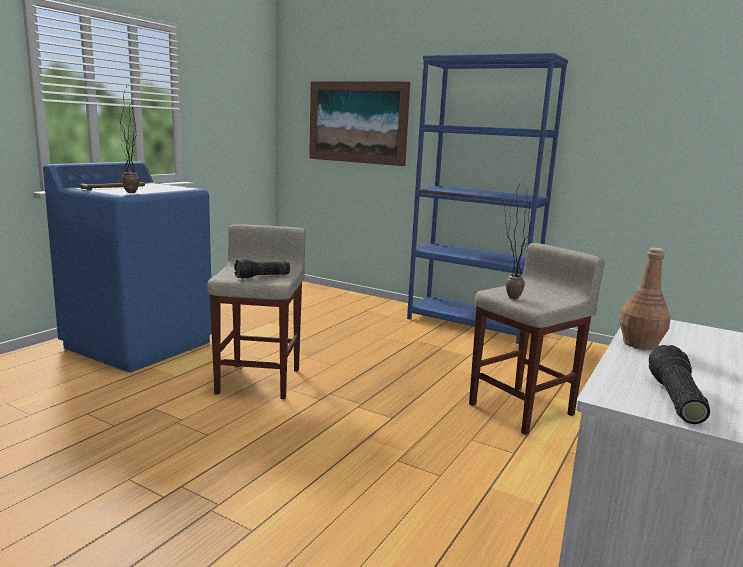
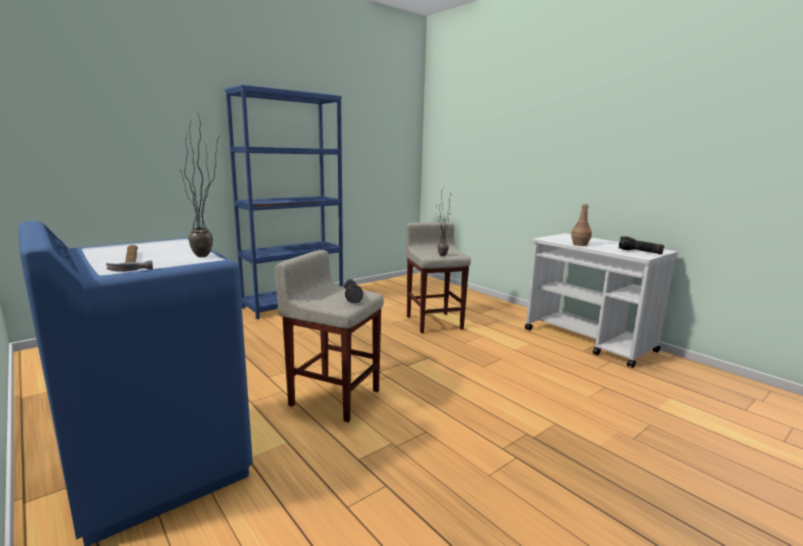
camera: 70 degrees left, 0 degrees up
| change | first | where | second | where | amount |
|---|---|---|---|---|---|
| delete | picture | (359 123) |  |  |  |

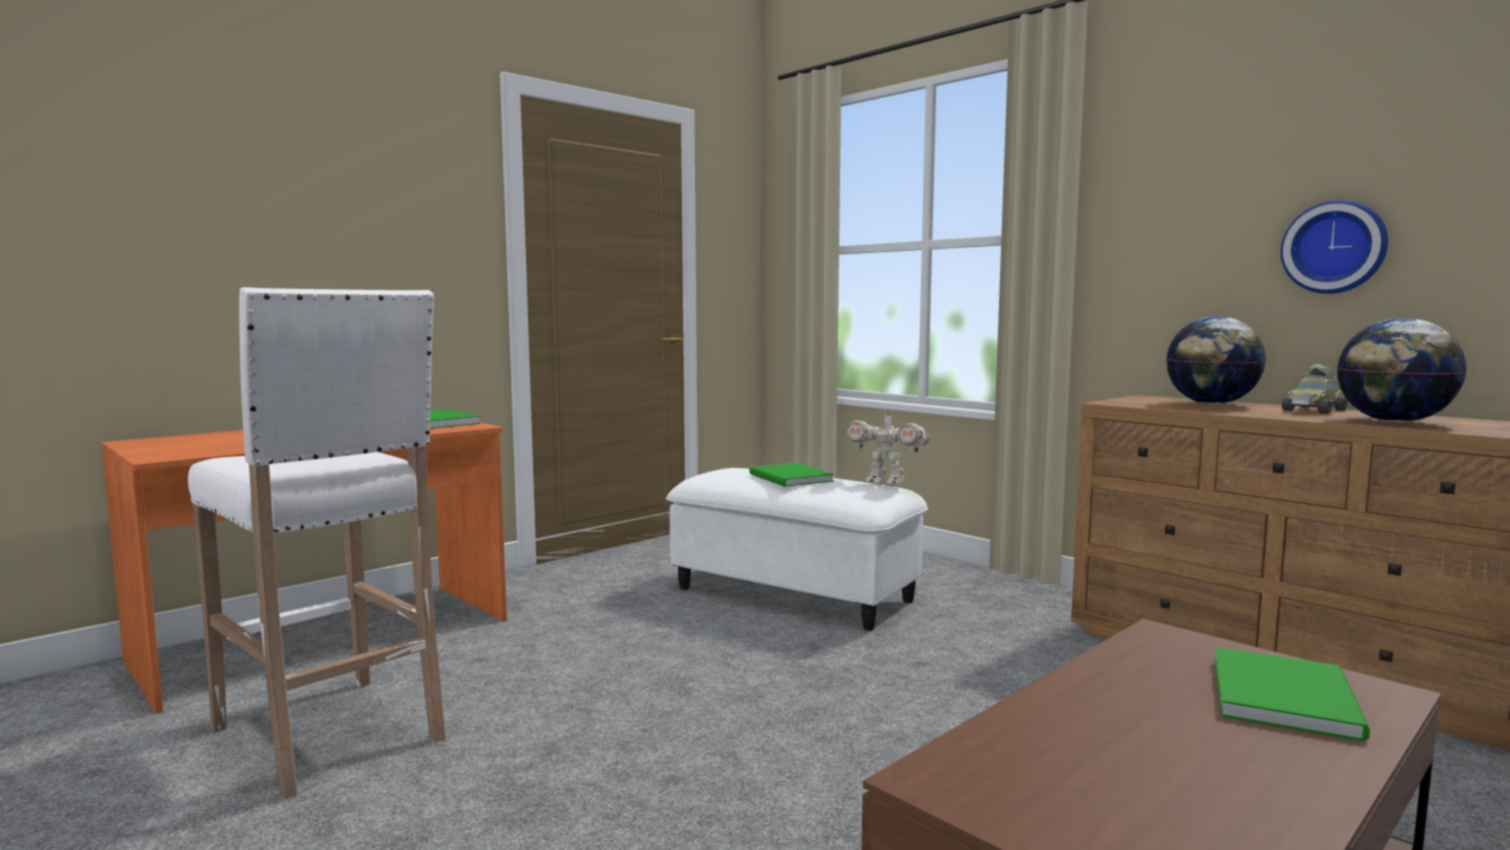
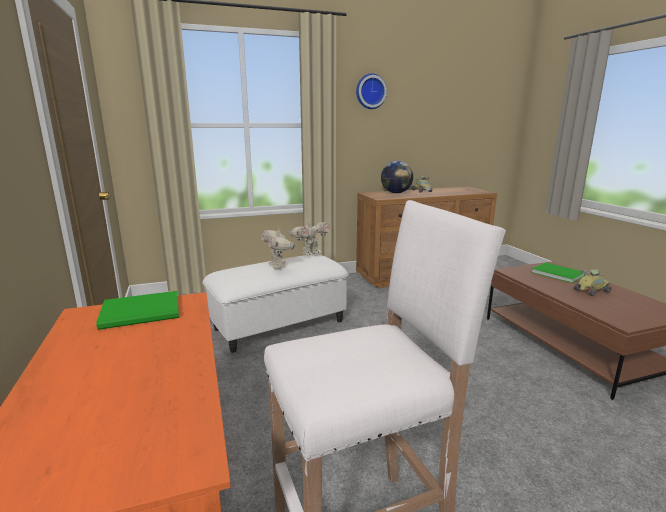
camera: 65 degrees left, 10 degrees up
| change | first | where | second | where | amount |
|---|---|---|---|---|---|
| replace | book (green) | (791 475) | toy robot | (278 248) |  |
| move | wall clock | (1334 247) |  | (371 91) |  |
| insert |  |  | toy car | (593 282) |  |
| delete | globe | (1402 370) |  |  |  |

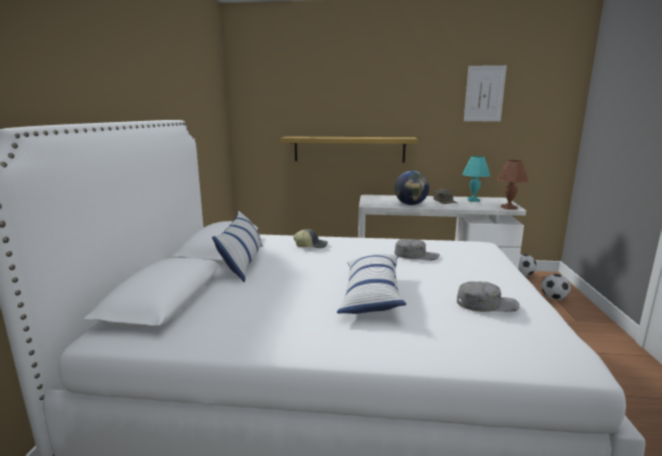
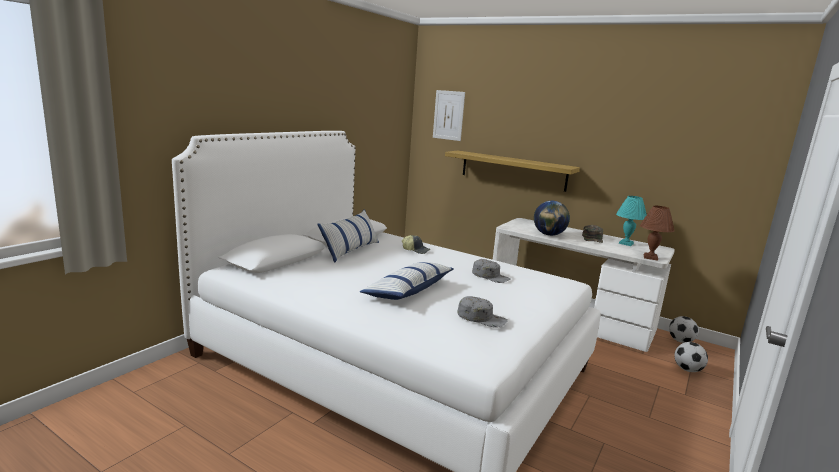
camera: 25 degrees right, 0 degrees up
| change | first | where | second | where | amount |
|---|---|---|---|---|---|
| move | picture | (485 93) |  | (449 115) |  |

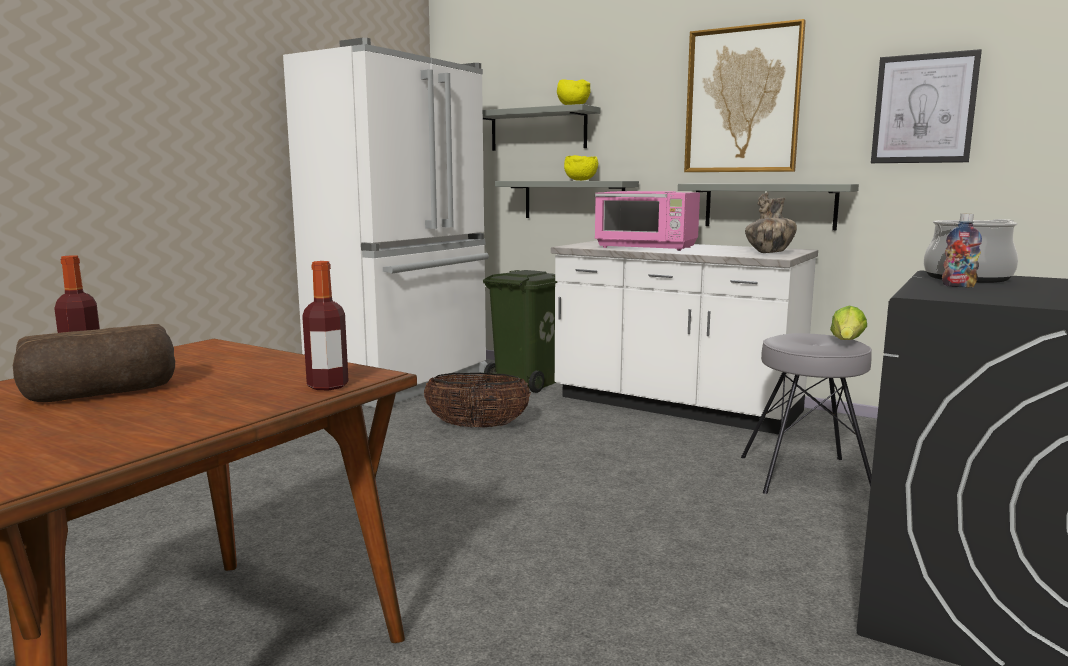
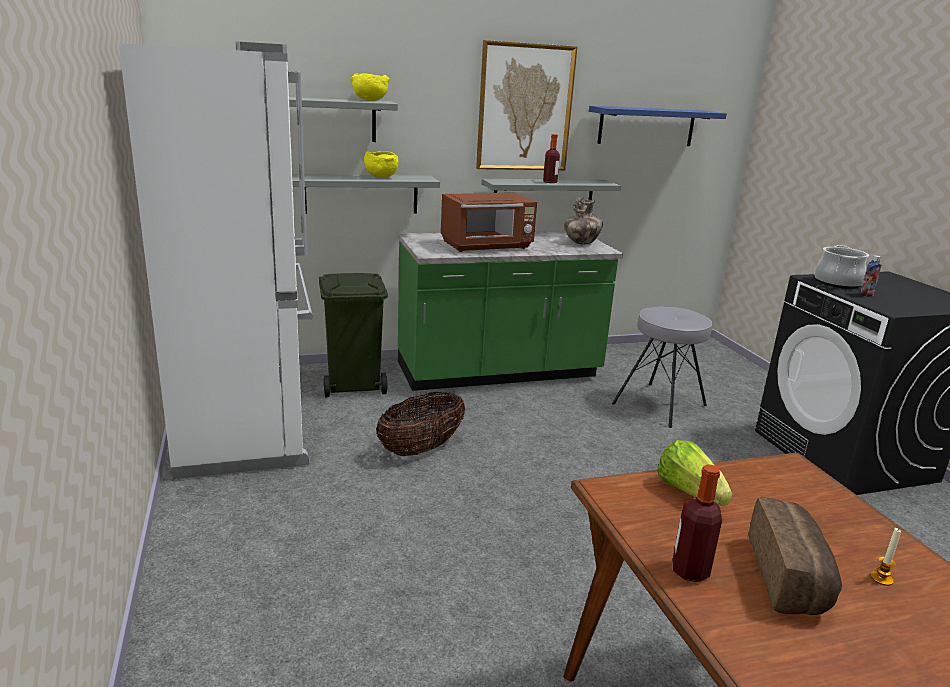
camera: 50 degrees left, 10 degrees up
| change | first | where | second | where | amount |
|---|---|---|---|---|---|
| recolor | counter (white) | (684 337) | counter (green) | (510 311) |  |
| recolor | microwave (pink) | (647 221) | microwave (brown) | (489 222) |  |
| move | bottle | (325 325) |  | (551 158) |  |
| replace | picture | (926 106) | shelf (blue) | (658 126) |  |
| move | lettuce | (848 323) |  | (695 473) |  |
| insert |  |  | candle | (885 557) |  |

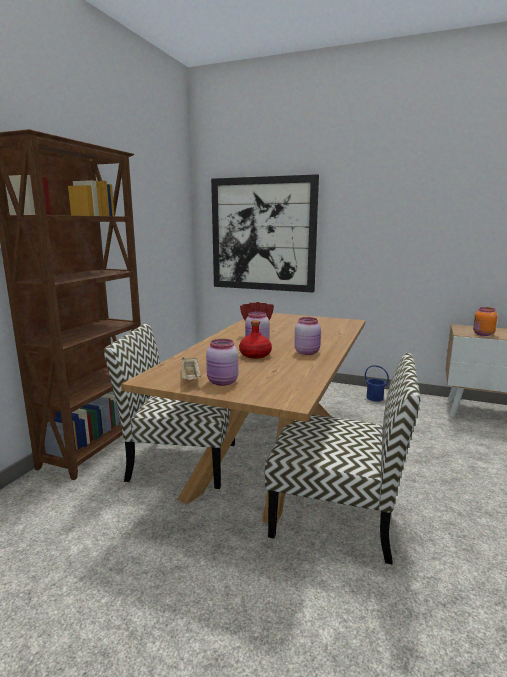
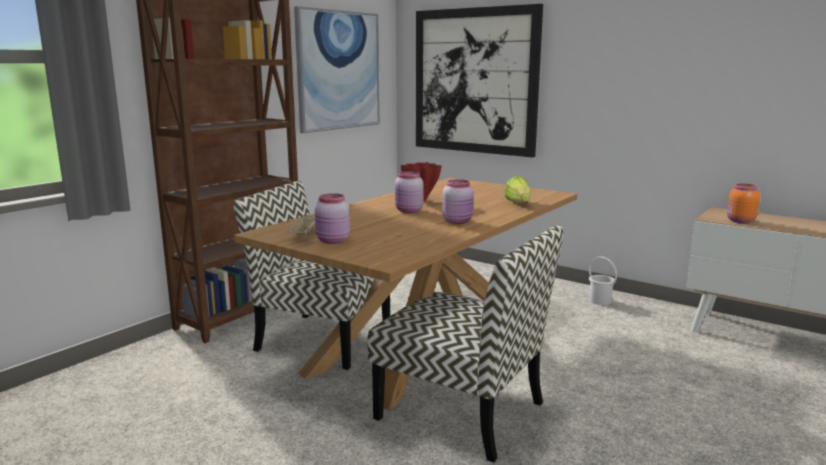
camera: 15 degrees right, 0 degrees up
| change | first | where | second | where | amount |
|---|---|---|---|---|---|
| insert |  |  | picture | (337 69) |  |
| insert |  |  | lettuce | (517 189) |  |
| recolor | bucket (blue) | (377 383) | bucket (white) | (603 280) |  |
| delete | bottle (red) | (255 339) |  |  |  |

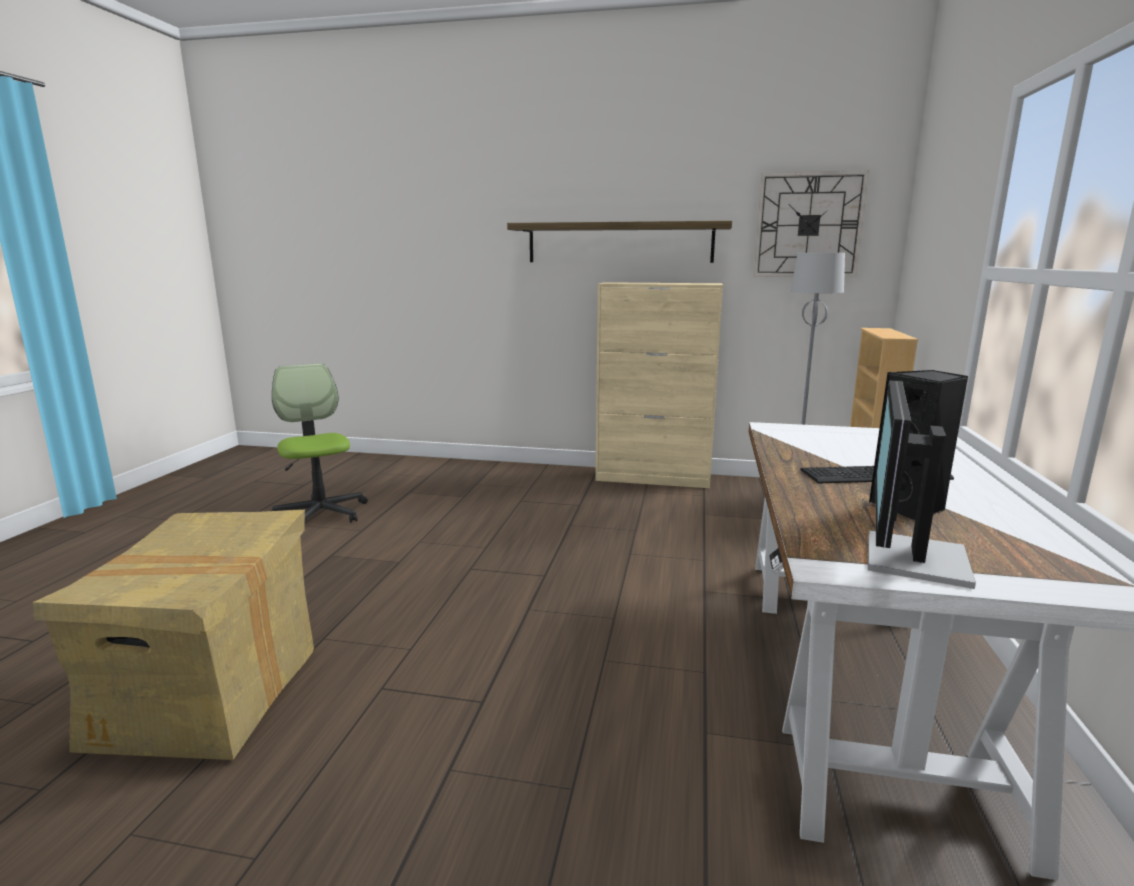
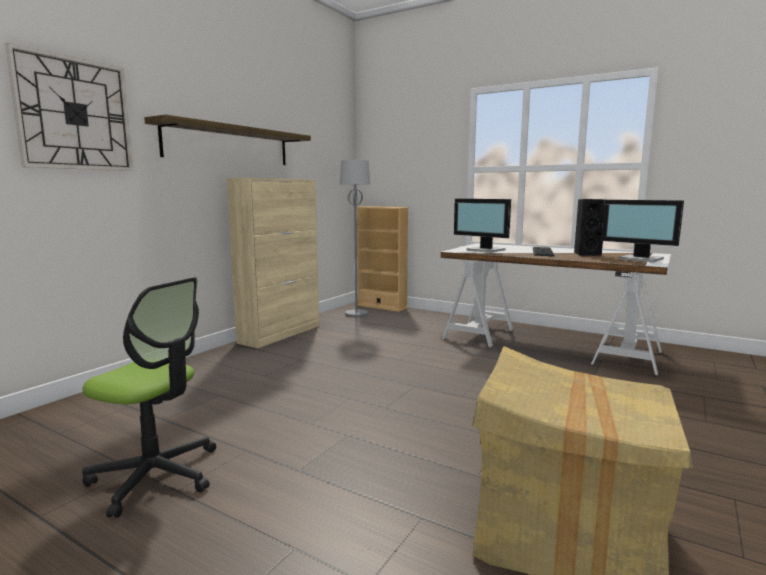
camera: 70 degrees left, 5 degrees down
| change | first | where | second | where | amount |
|---|---|---|---|---|---|
| move | wall clock | (811 223) |  | (69 107) |  |
| rotate | office chair | (319 442) |  | (149 397) | 150 degrees counterclockwise |
| insert |  |  | monitor | (482 226) |  |

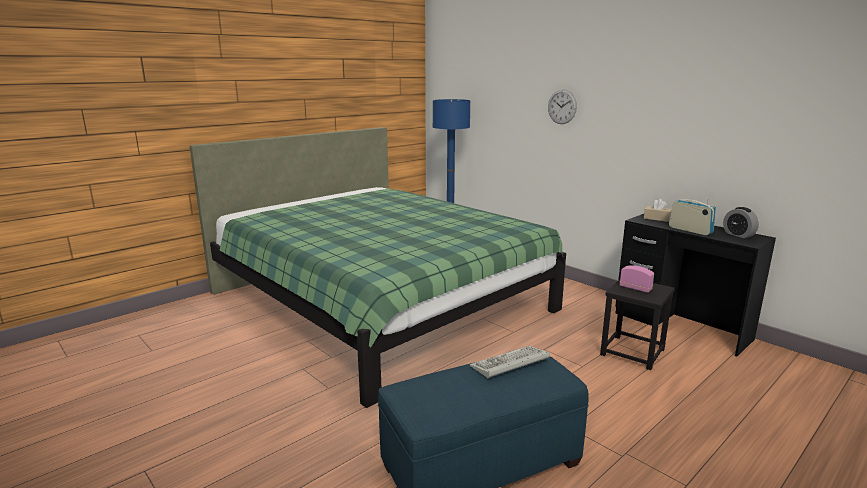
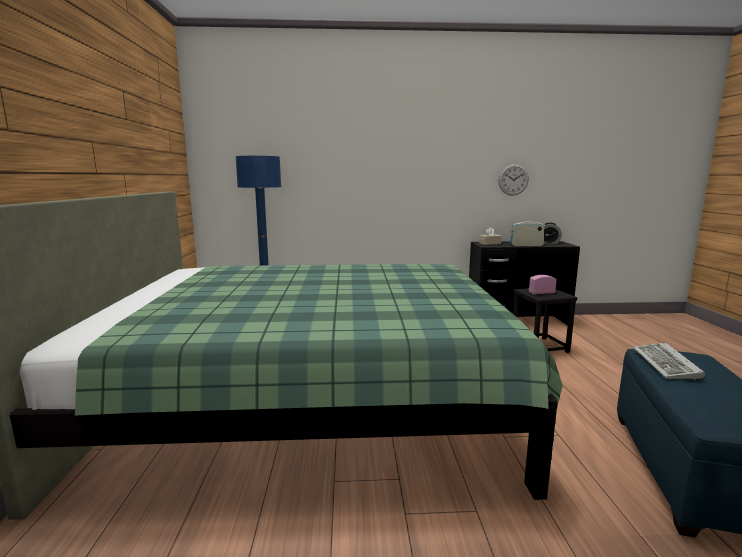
camera: 50 degrees left, 5 degrees down
| change | first | where | second | where | amount |
|---|---|---|---|---|---|
| move | wall clock | (562 106) |  | (513 180) |  |

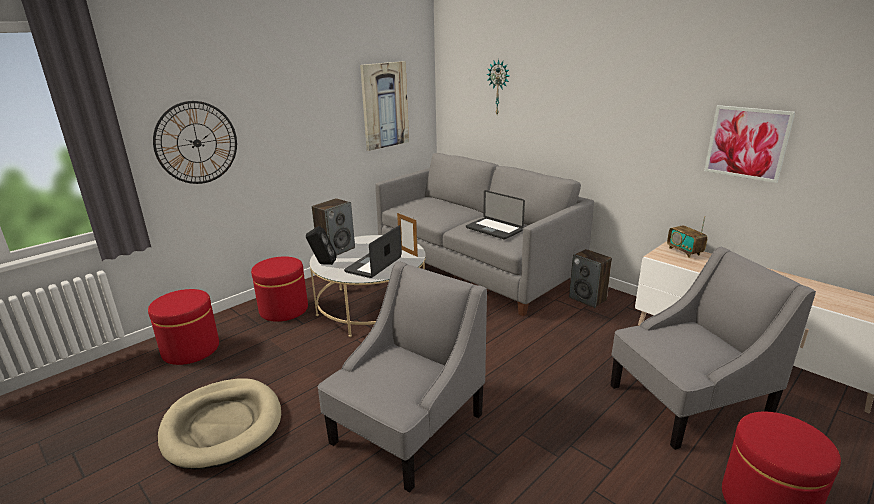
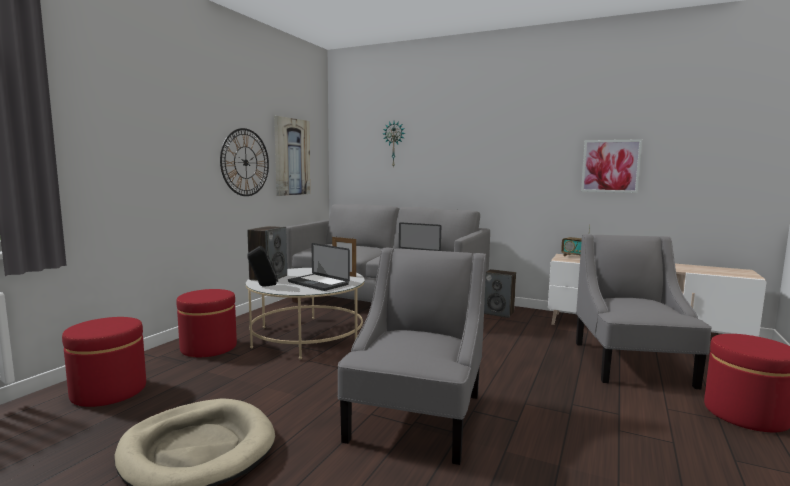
camera: 20 degrees left, 15 degrees down
| change | first | where | second | where | amount |
|---|---|---|---|---|---|
| move | wall clock | (195 142) |  | (244 162) |  |
| rotate | laptop | (373 251) |  | (319 267) | 60 degrees counterclockwise |
| rotate | armchair (grey) | (713 348) |  | (644 311) | 45 degrees counterclockwise |

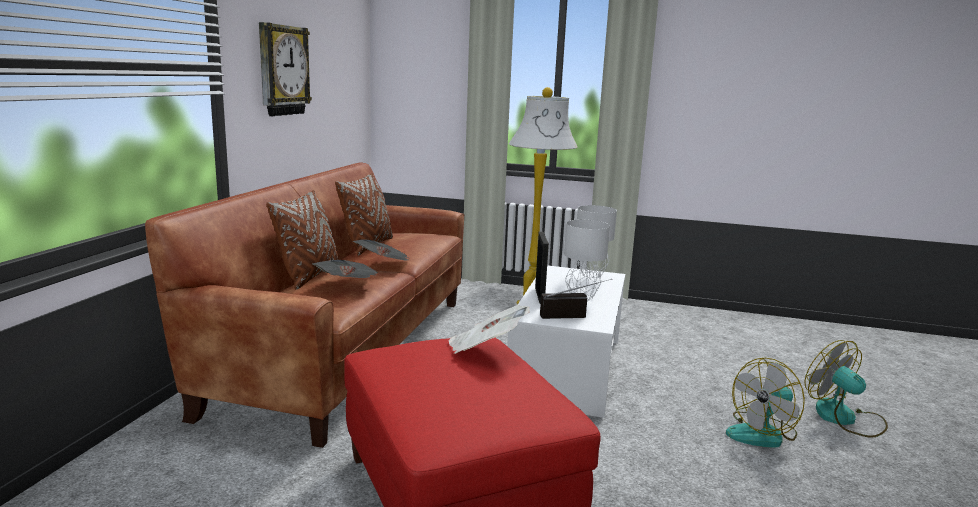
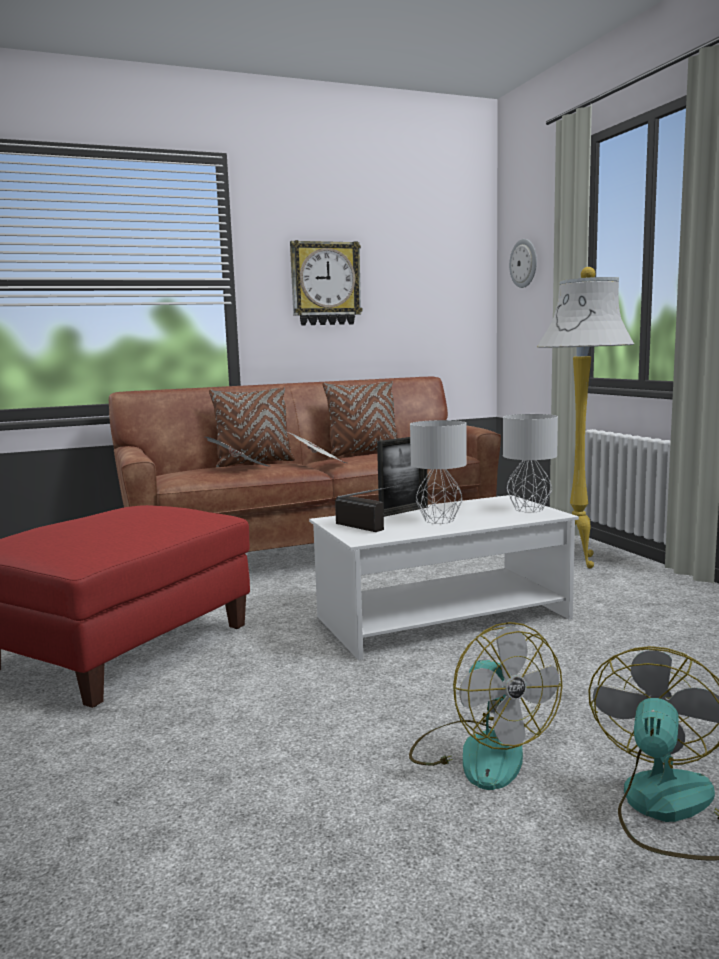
camera: 55 degrees right, 5 degrees down
| change | first | where | second | where | amount |
|---|---|---|---|---|---|
| rotate | fan | (765 403) |  | (485 706) | 135 degrees counterclockwise |
| insert |  |  | wall clock | (523 263) |  |
| delete | newspaper | (489 329) |  |  |  |

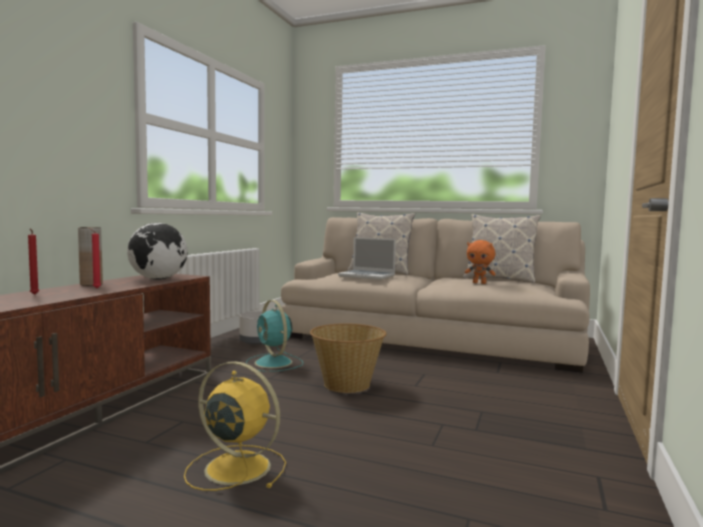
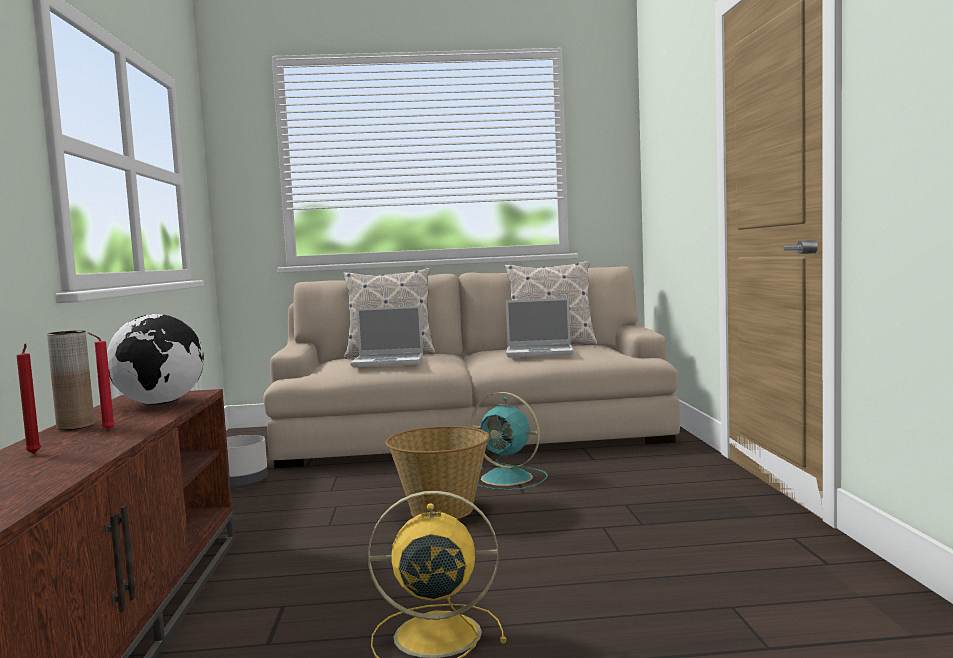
camera: 25 degrees left, 0 degrees up
| change | first | where | second | where | amount |
|---|---|---|---|---|---|
| move | fan (turquoise) | (274 336) |  | (509 441) |  |
| replace | plush toy (orange) | (480 262) | laptop | (540 327) |  |

